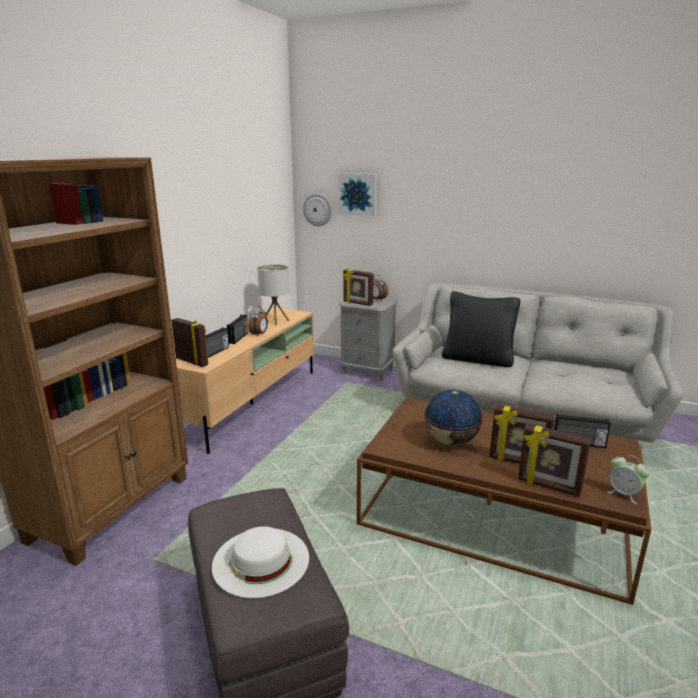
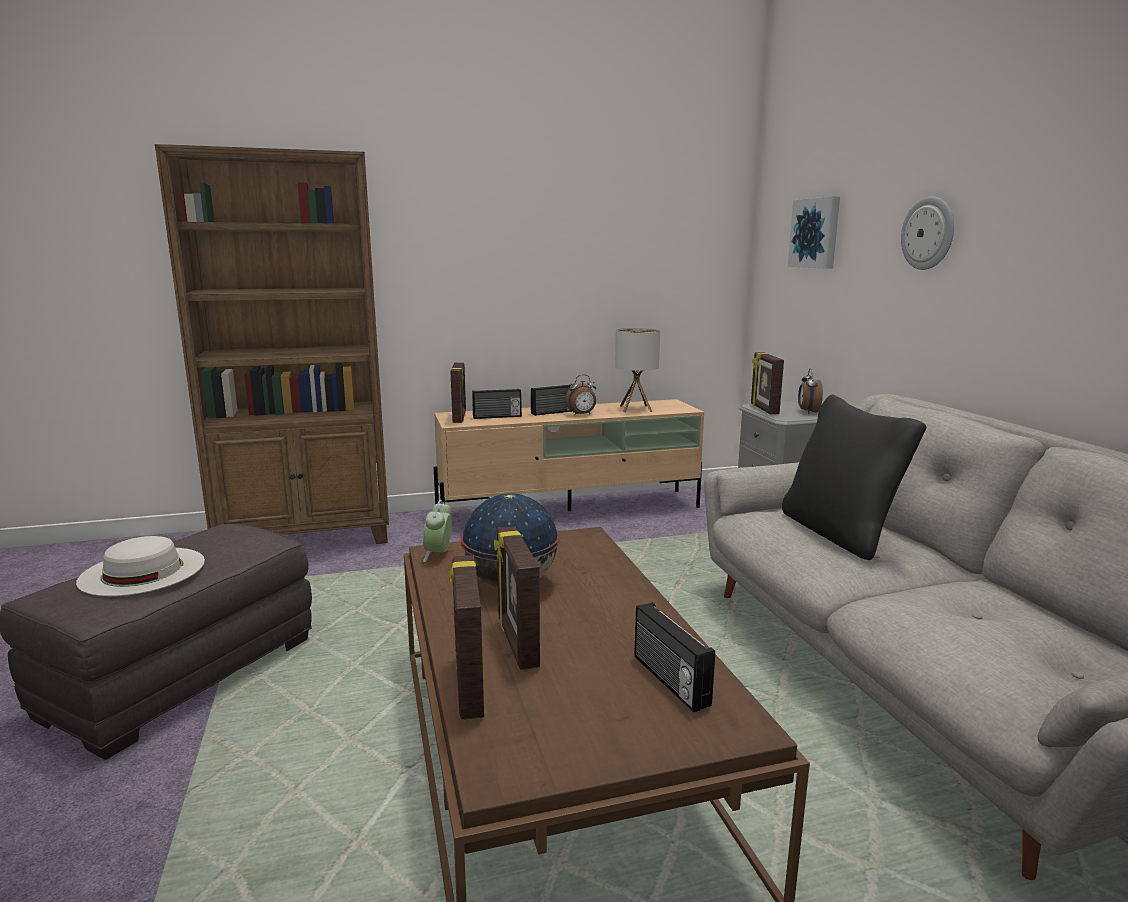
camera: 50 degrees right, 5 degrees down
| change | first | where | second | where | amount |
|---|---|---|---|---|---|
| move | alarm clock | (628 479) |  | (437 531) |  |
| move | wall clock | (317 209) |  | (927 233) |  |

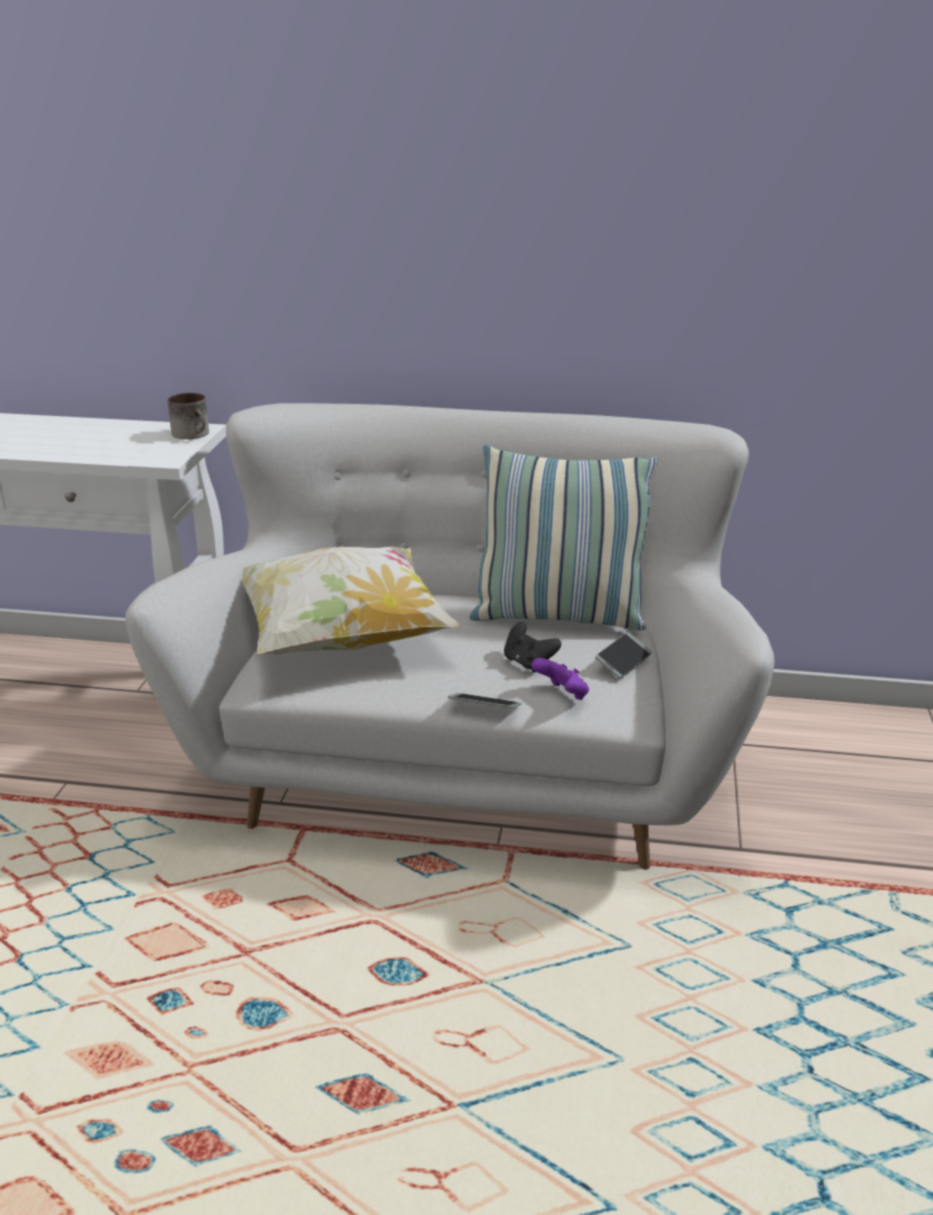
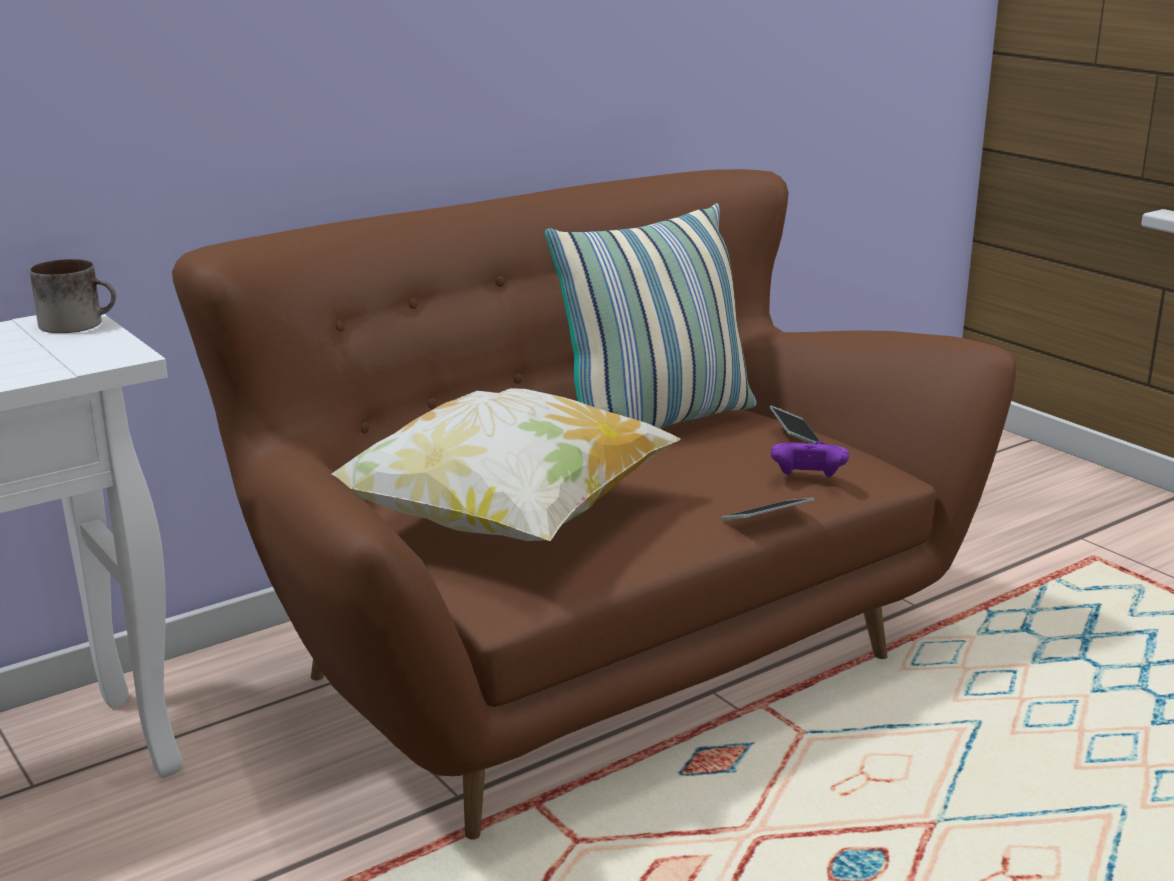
camera: 45 degrees left, 5 degrees down
| change | first | where | second | where | amount |
|---|---|---|---|---|---|
| recolor | sofa (white) | (450 636) | sofa (brown) | (594 504) |  |
| delete | game controller (black) | (532 647) |  |  |  |

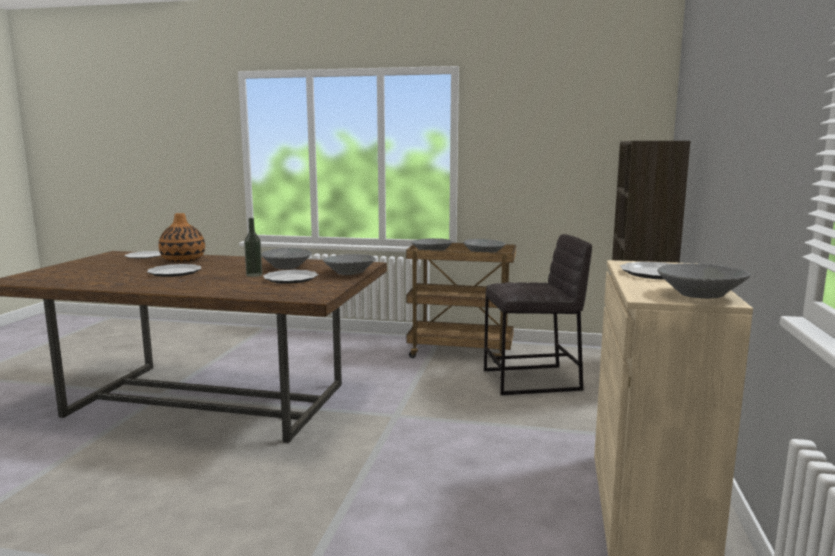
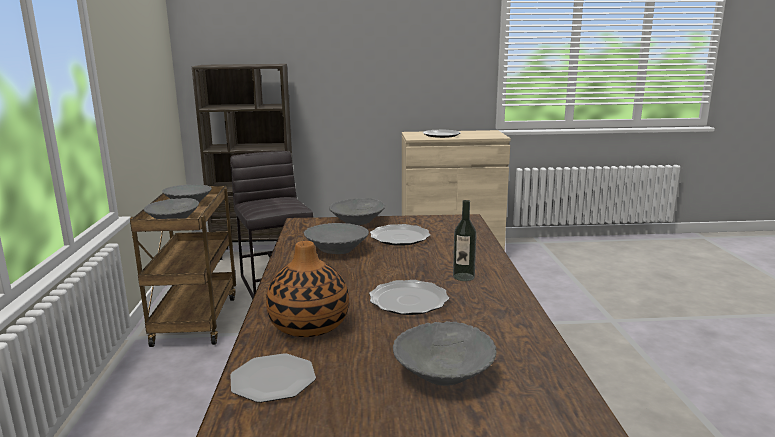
camera: 105 degrees left, 5 degrees up
| change | first | where | second | where | amount |
|---|---|---|---|---|---|
| move | bowl (grey) | (704 281) |  | (445 353) |  |
| move | bottle | (253 247) |  | (464 240) |  |

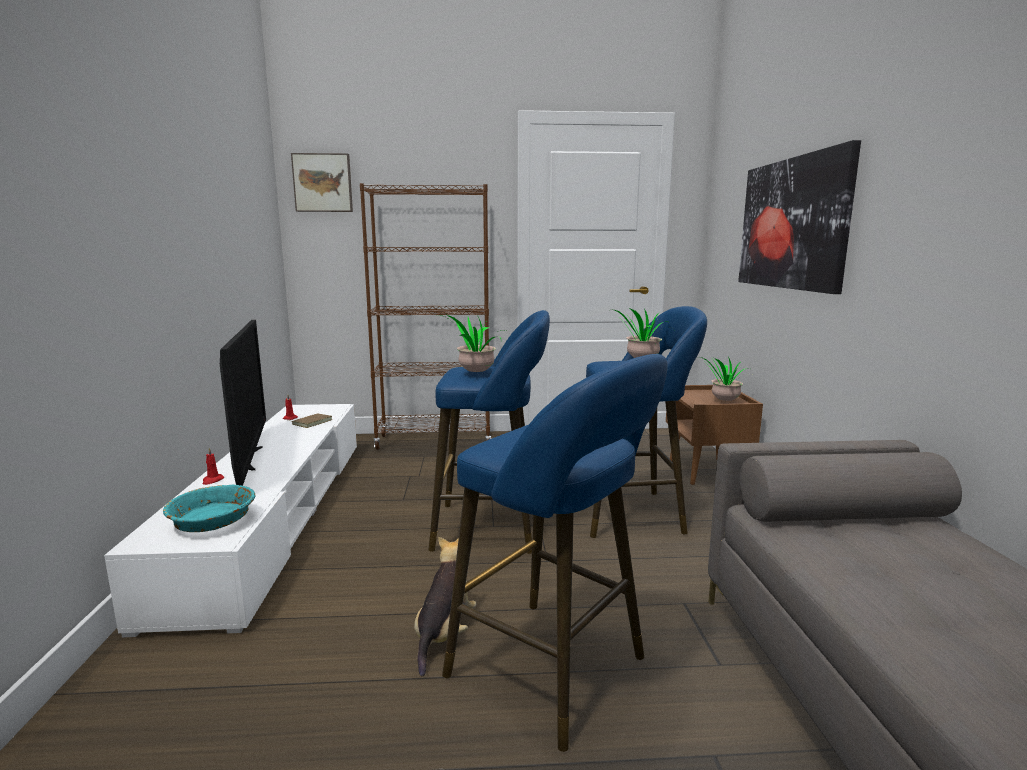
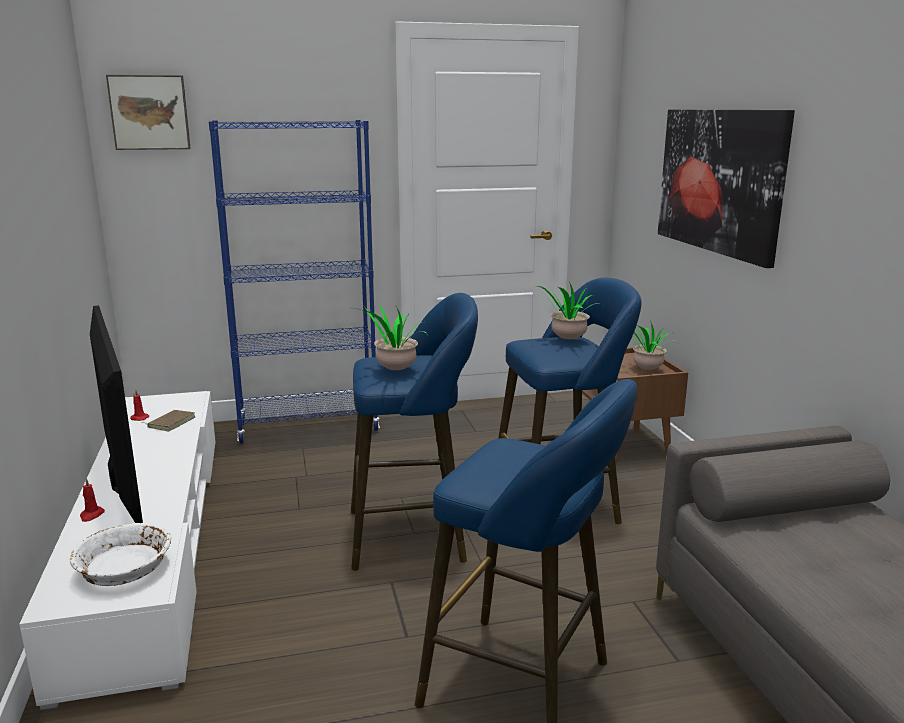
camera: 10 degrees left, 5 degrees up
| change | first | where | second | where | amount |
|---|---|---|---|---|---|
| recolor | bowl (turquoise) | (209 508) | bowl (white) | (120 554) |  |
| recolor | bookcase (brown) | (425 316) | bookcase (blue) | (294 282) |  |
| delete | plush toy | (445 606) |  |  |  |

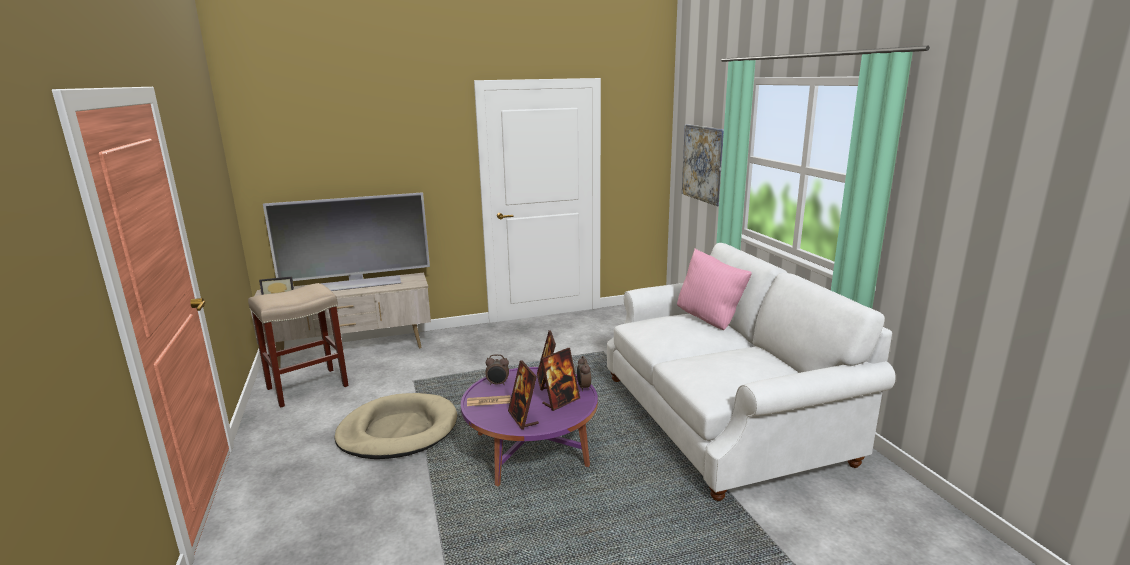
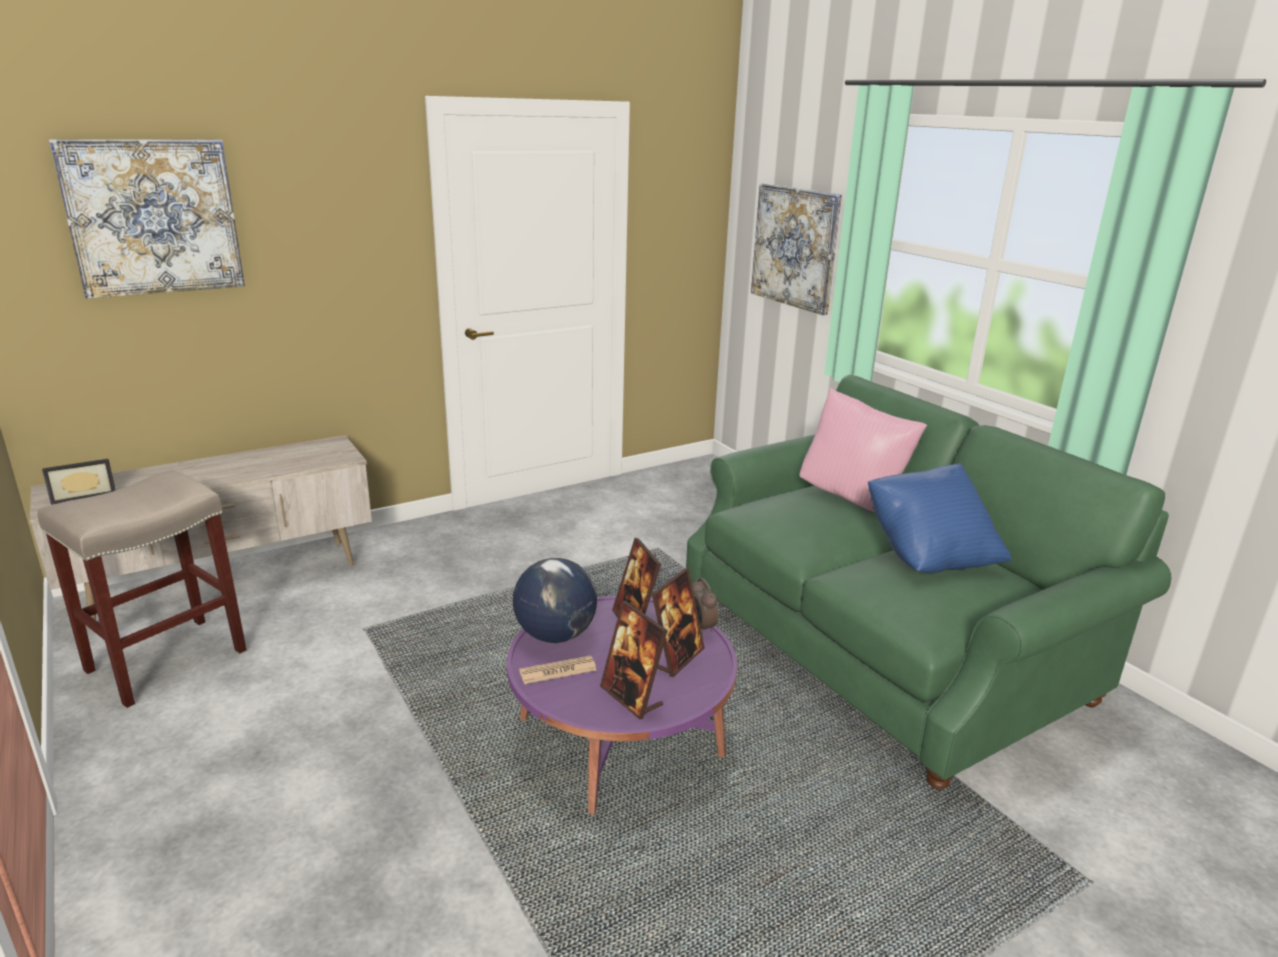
camera: 15 degrees left, 5 degrees up
| change | first | where | second | where | amount |
|---|---|---|---|---|---|
| insert |  |  | picture | (147 218) |  |
| replace | alarm clock | (497 369) | globe | (555 600) |  |
| recolor | sofa (white) | (751 372) | sofa (green) | (928 582) |  |
| insert |  |  | pillow (blue) | (939 518) |  |
| delete | television | (346 241) |  |  |  |
| delete | dog bed (beige) | (396 426) |  |  |  |

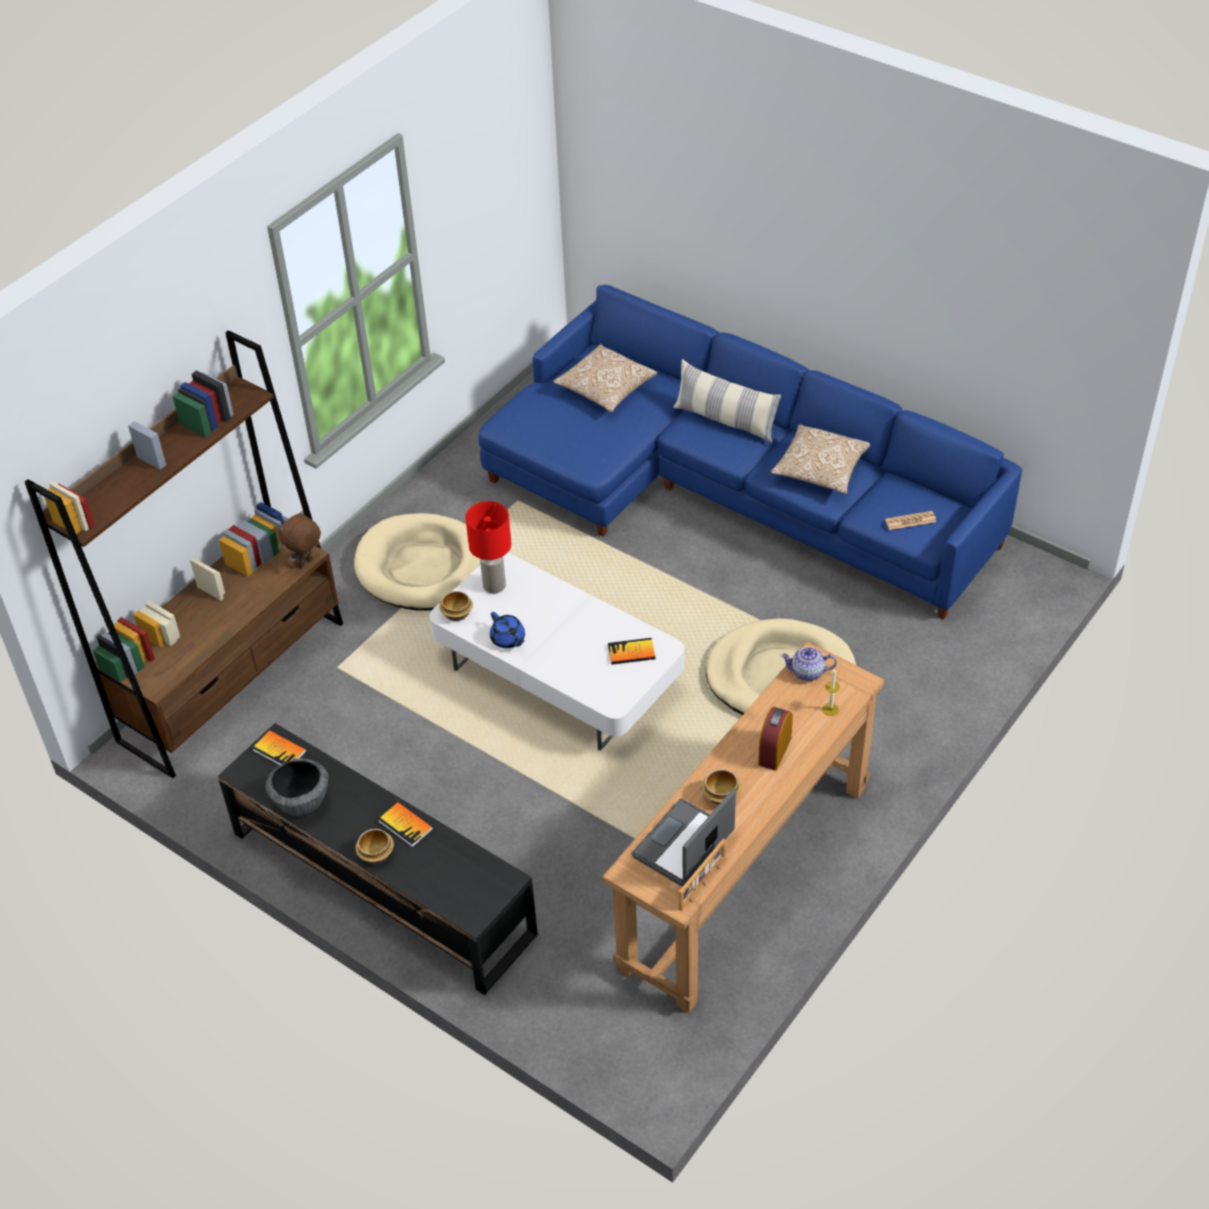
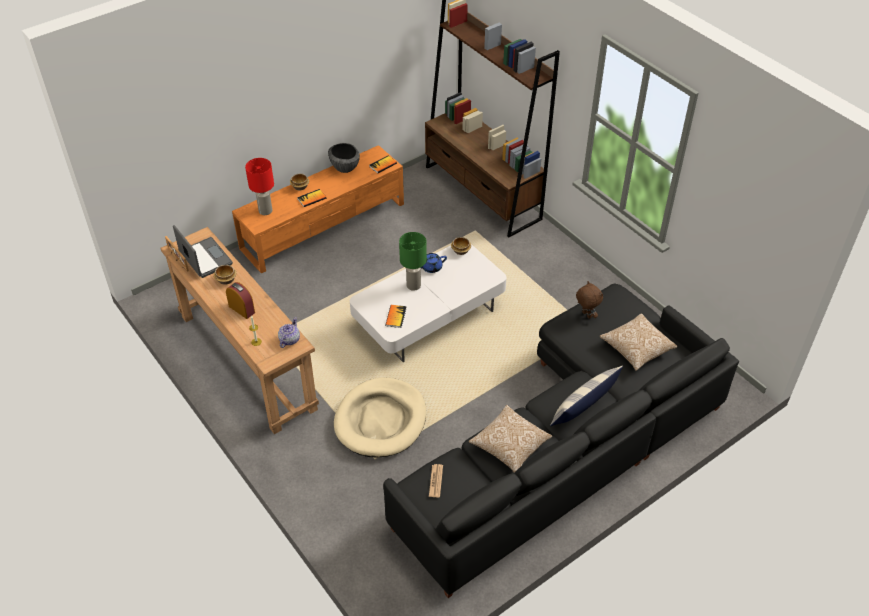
camera: 105 degrees right, 0 degrees up
| change | first | where | second | where | amount |
|---|---|---|---|---|---|
| recolor | tv stand (black) | (378 859) | tv stand (orange) | (318 209) |  |
| move | table lamp (red) | (488 547) |  | (259 186) |  |
| recolor | sofa (blue) | (750 452) | sofa (black) | (561 440) |  |
| insert |  |  | table lamp (green) | (413 261) |  |
| move | plush toy (brown) | (299 539) |  | (589 300) |  |
| delete | dog bed (beige) | (417 562) |  |  |  |

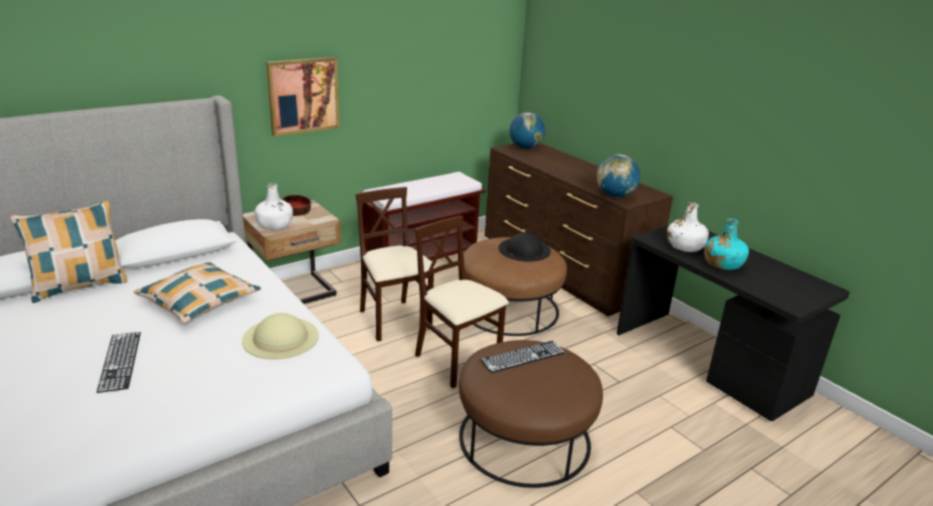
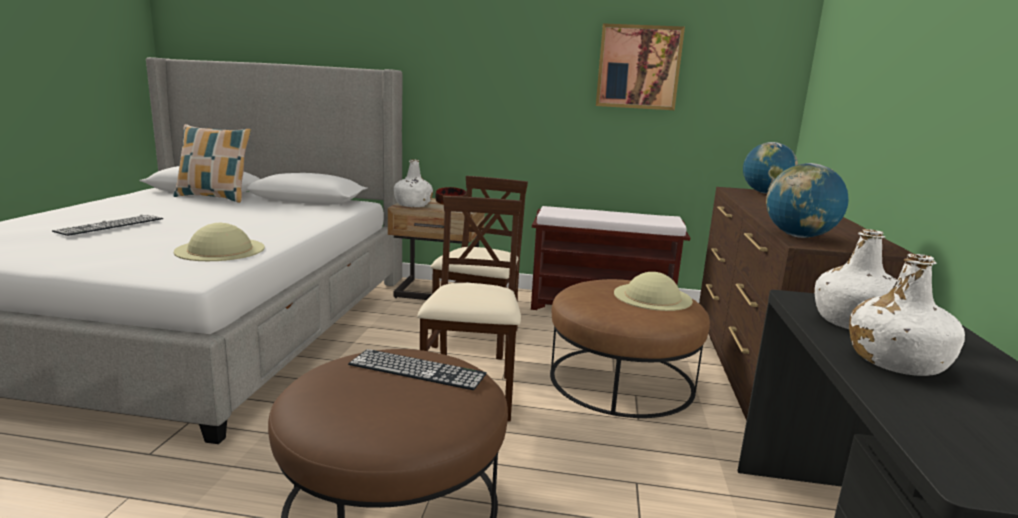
camera: 45 degrees right, 10 degrees down
| change | first | where | second | where | amount |
|---|---|---|---|---|---|
| move | picture | (303 96) |  | (640 66) |  |
| recolor | hat (black) | (525 247) | hat (beige) | (653 291) |  |
| recolor | bottle (turquoise) | (726 244) | bottle (white) | (907 315) |  |
| delete | pillow | (197 293) |  |  |  |

